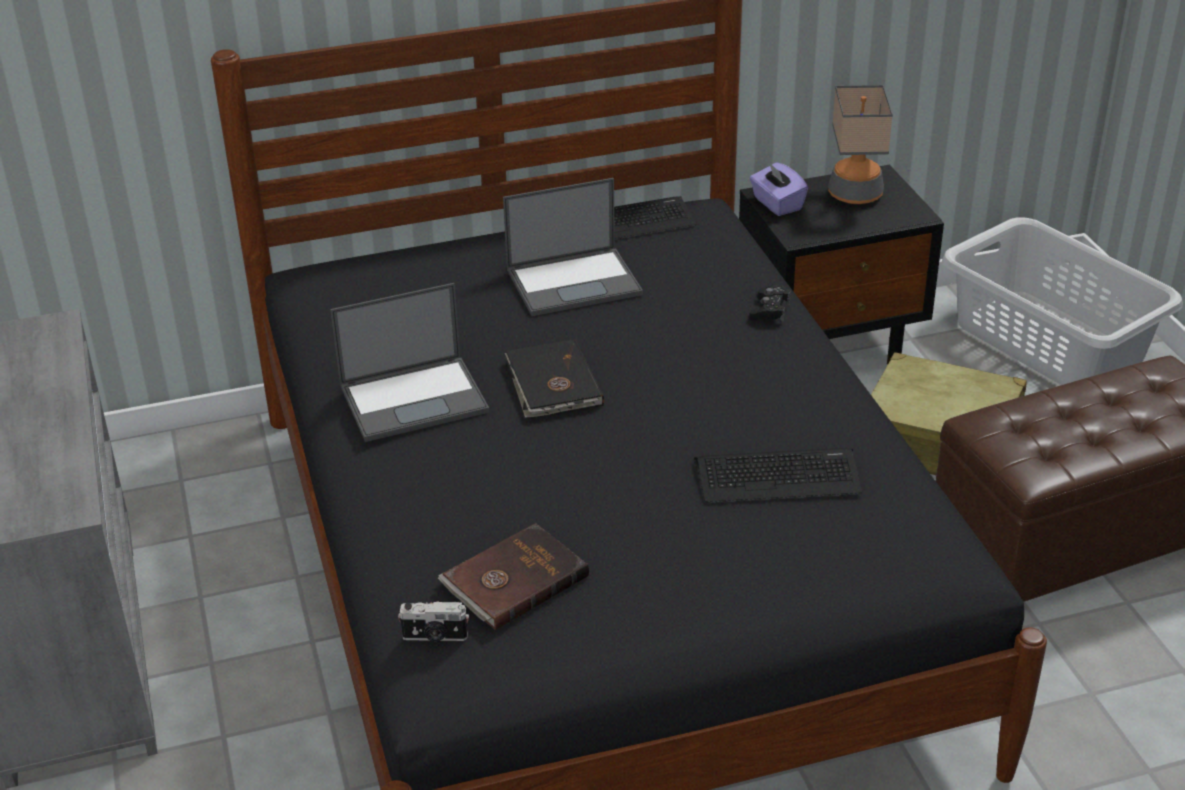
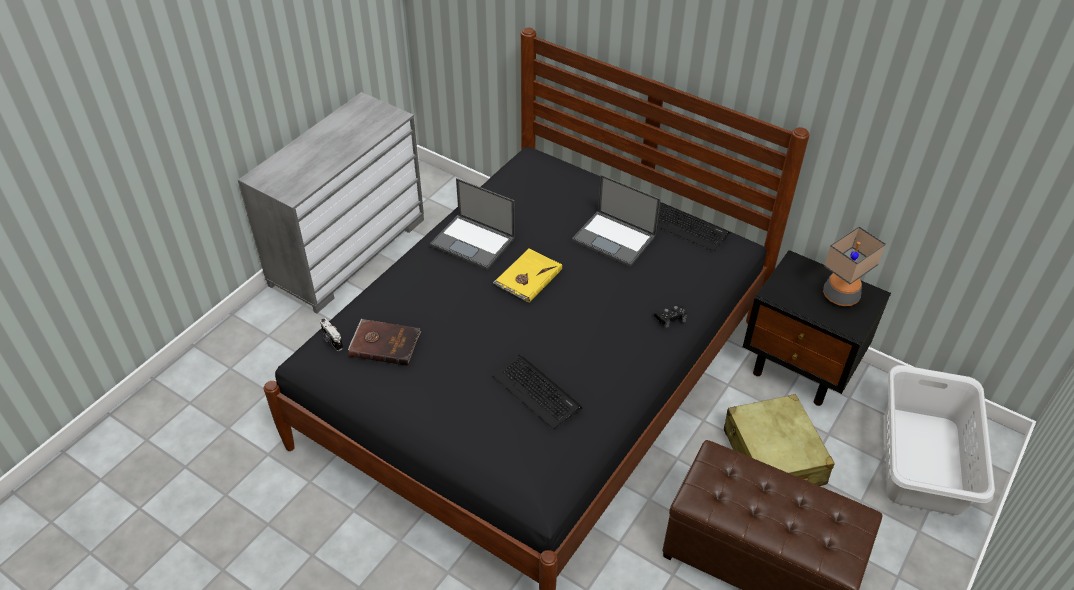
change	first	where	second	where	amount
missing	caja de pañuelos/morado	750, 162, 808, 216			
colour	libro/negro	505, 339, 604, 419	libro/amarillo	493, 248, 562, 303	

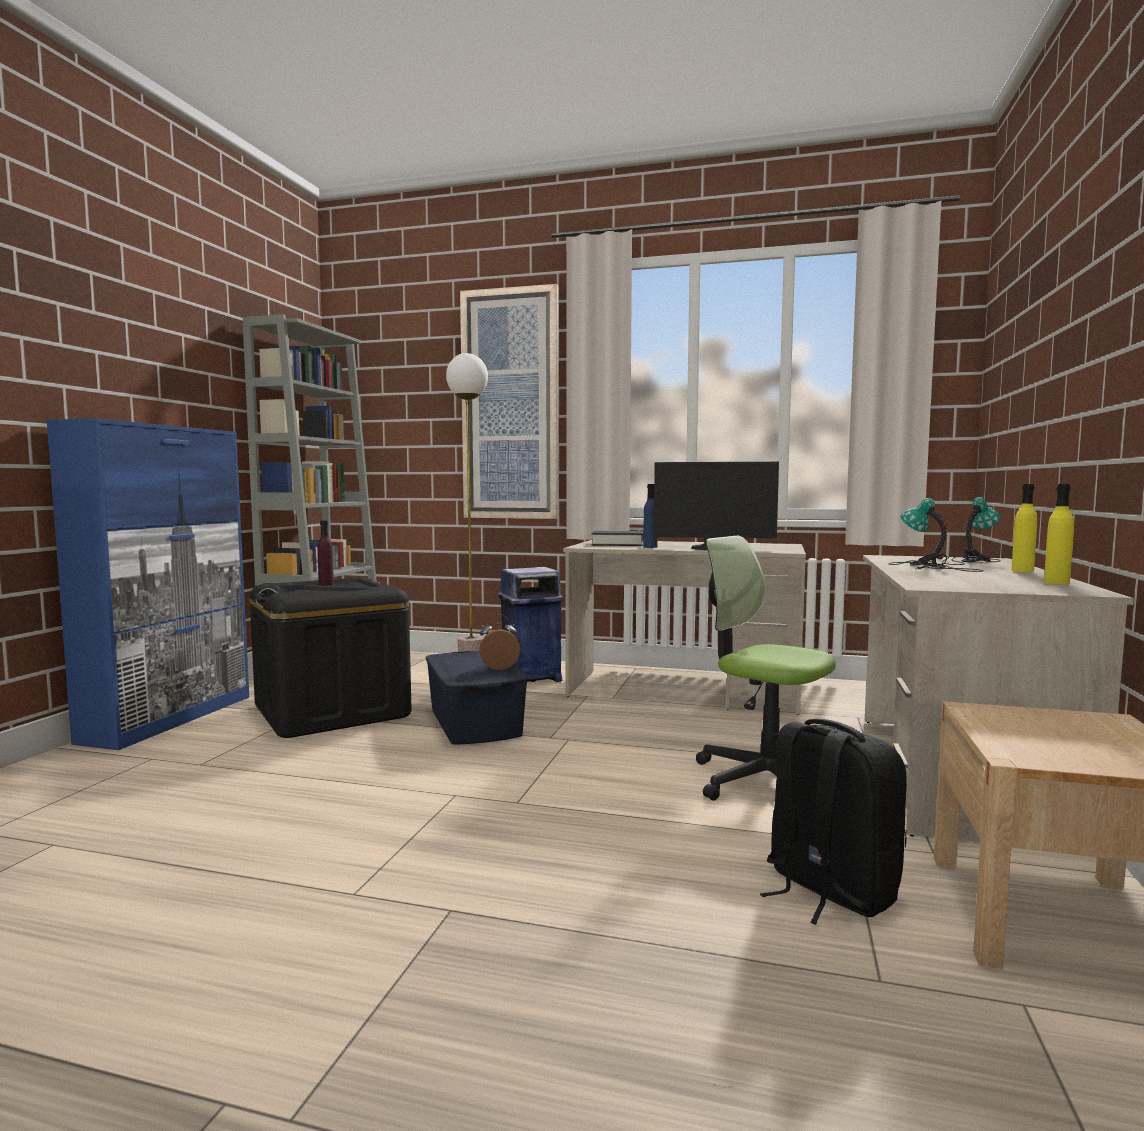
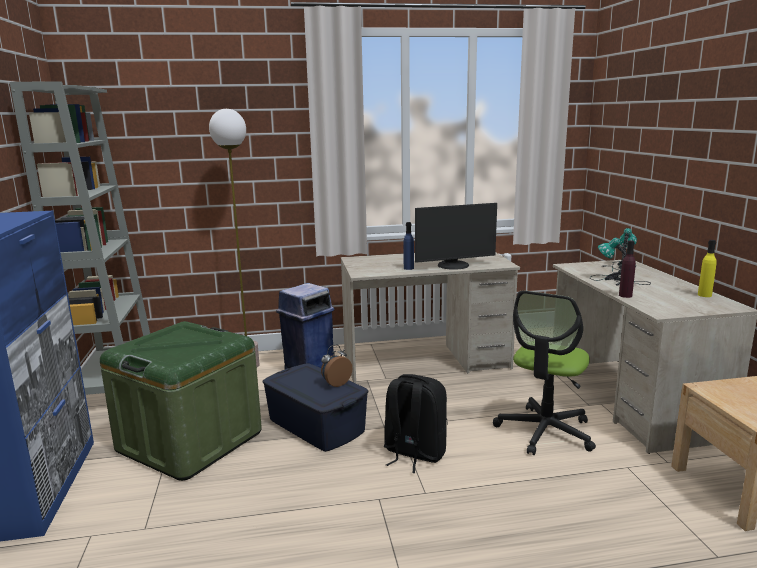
change	first	where	second	where	amount
missing	cuadro	460, 284, 559, 519			
missing	botella/amarillo	1011, 484, 1037, 572			
relocated	botella/morado	317, 520, 334, 586		619, 240, 636, 298	
missing	libro/negro	592, 531, 643, 546			
spun	silla de oficina	696, 536, 836, 801		493, 290, 596, 455	75 degrees counterclockwise
colour	caja de almacenaje/negro	250, 577, 412, 738	caja de almacenaje/verde	100, 321, 262, 481	
relocated	mochila/negro	760, 719, 907, 925		384, 374, 447, 473	

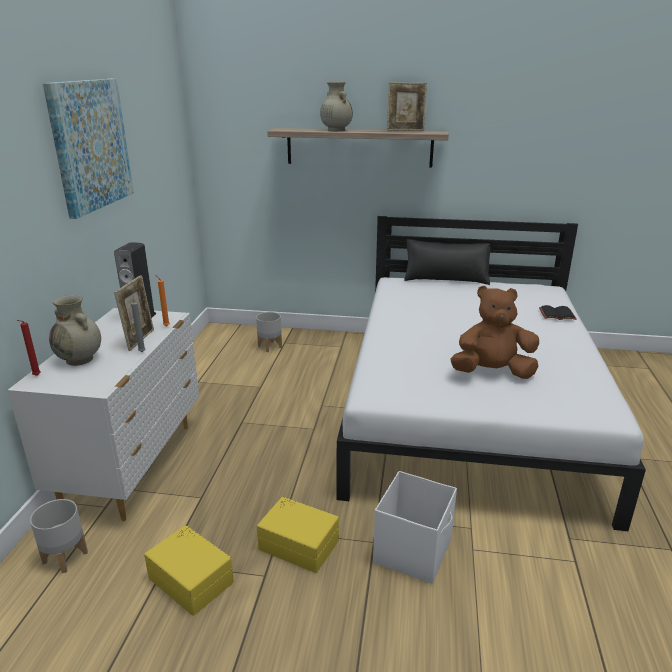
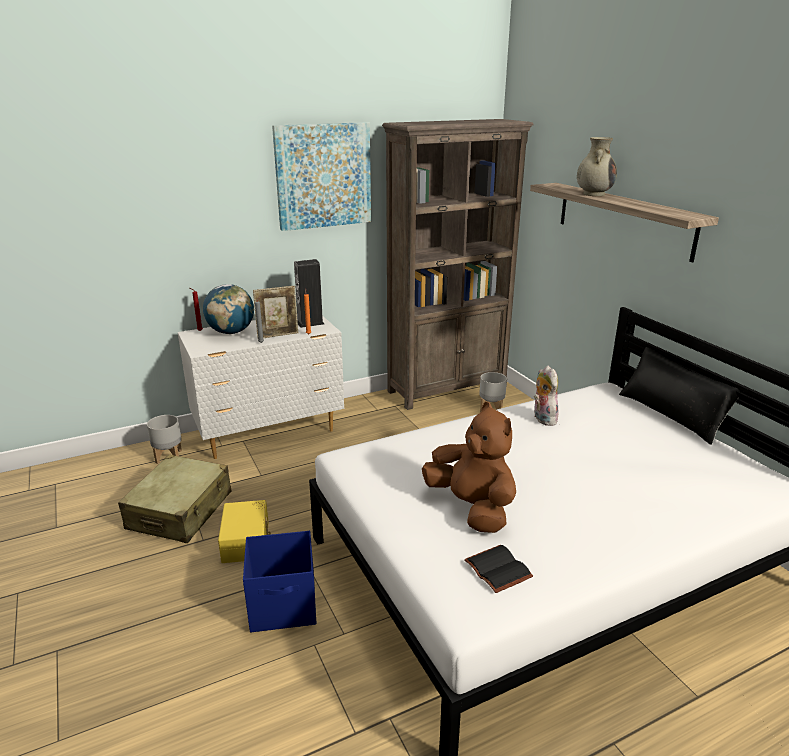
change	first	where	second	where	amount
missing	portarretratos	387, 82, 427, 131			
exchanged	florero/beis	49, 295, 101, 366	globo terráqueo	203, 284, 254, 334	
relocated	libro/negro	539, 305, 577, 320		464, 545, 533, 593	
colour	caja de almacenaje/blanco	373, 471, 457, 584	caja de almacenaje/azul	243, 531, 316, 632	
exchanged	caja de almacenaje/amarillo	144, 525, 234, 616	maleta/beis	118, 455, 231, 543	
appeared			estantería/marrón	382, 119, 534, 410	
appeared			peluche	534, 365, 558, 426	

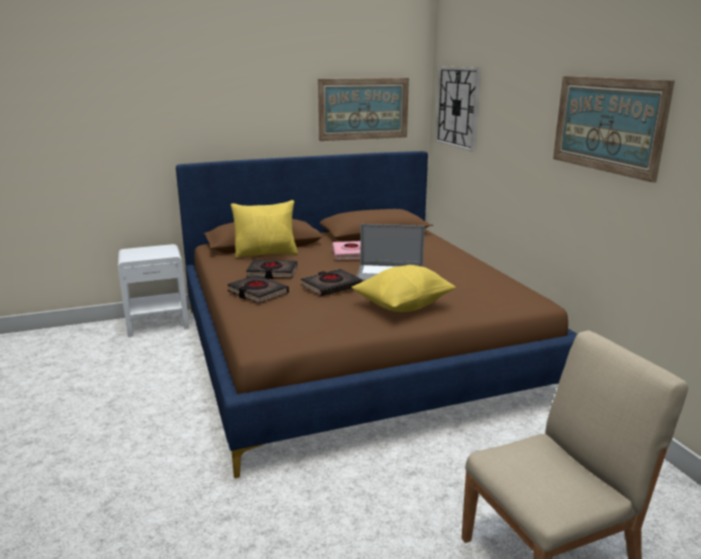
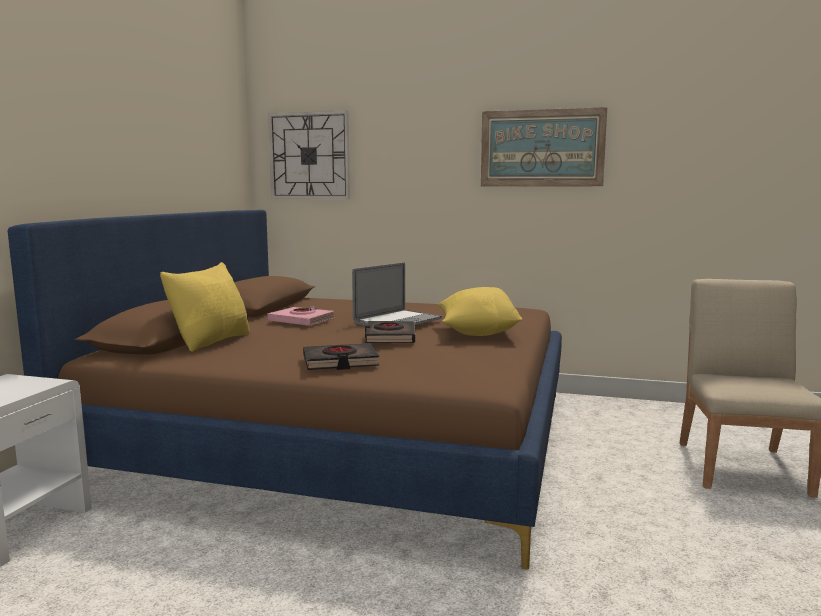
change	first	where	second	where	amount
missing	cuadro	318, 78, 409, 141			
missing	libro/negro	246, 260, 297, 279			

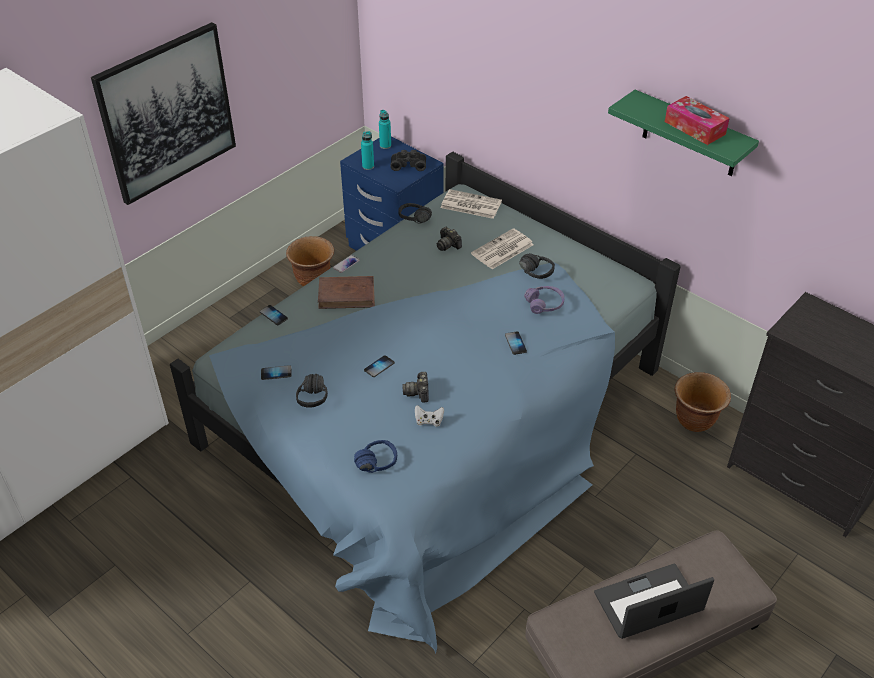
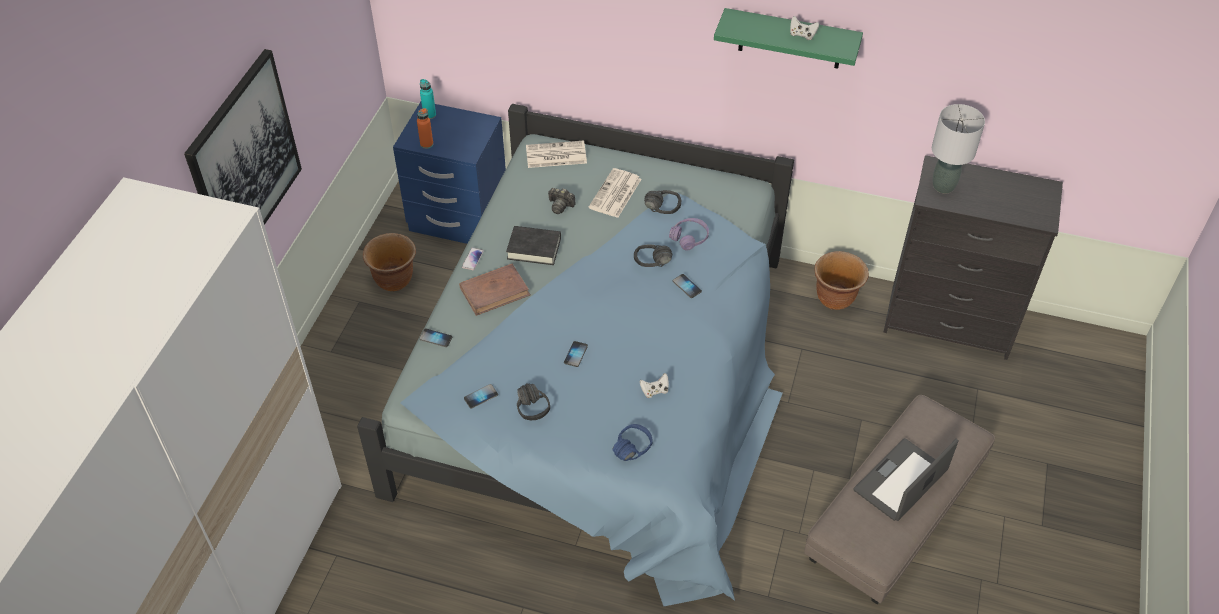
change	first	where	second	where	amount
exchanged	caja de pañuelos	665, 96, 730, 145	mando de consola/blanco	790, 16, 819, 40	
colour	botella/turquesa	361, 131, 374, 170	botella/naranja	417, 108, 433, 149	
missing	prismáticos/negro	390, 150, 426, 171			
relocated	auriculares/negro	398, 203, 432, 223		634, 244, 672, 267	
missing	cámara	402, 372, 429, 403			
appeared			lámpara de mesa/gris	932, 104, 985, 194	
appeared			libro/negro	506, 226, 561, 265	

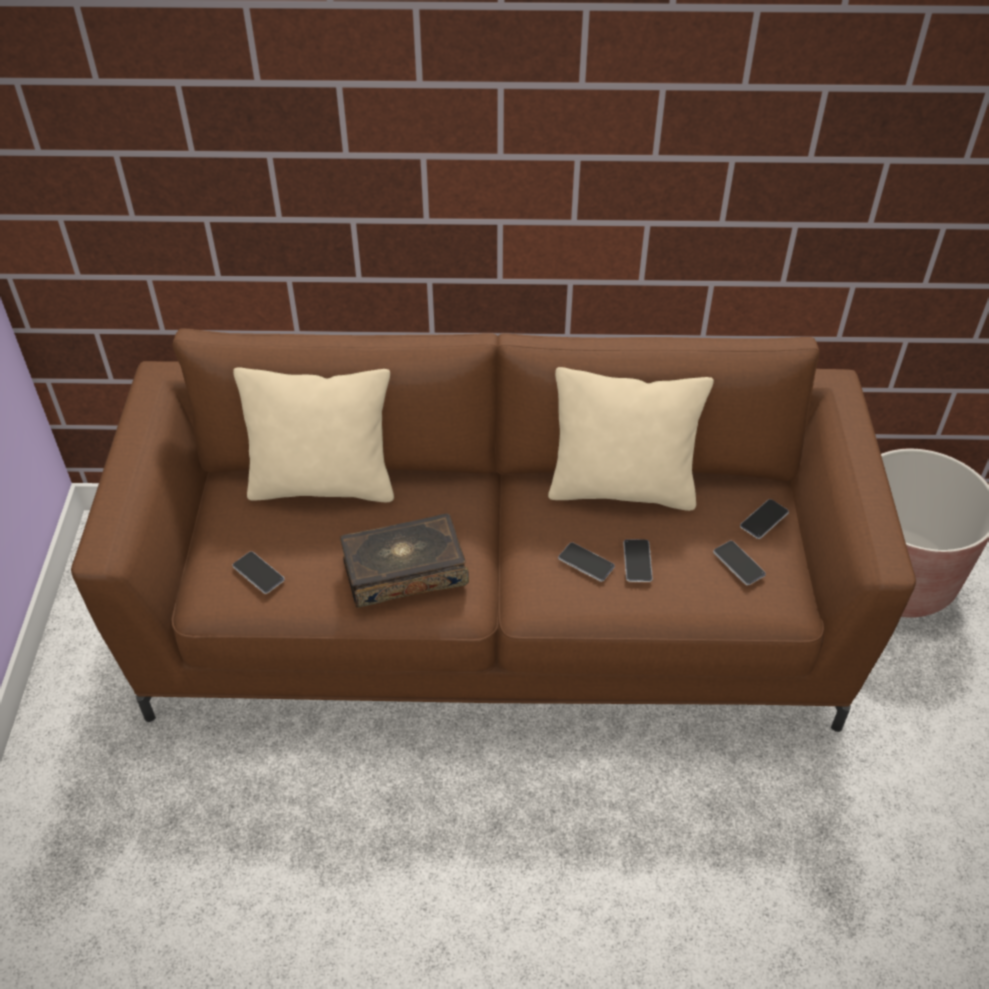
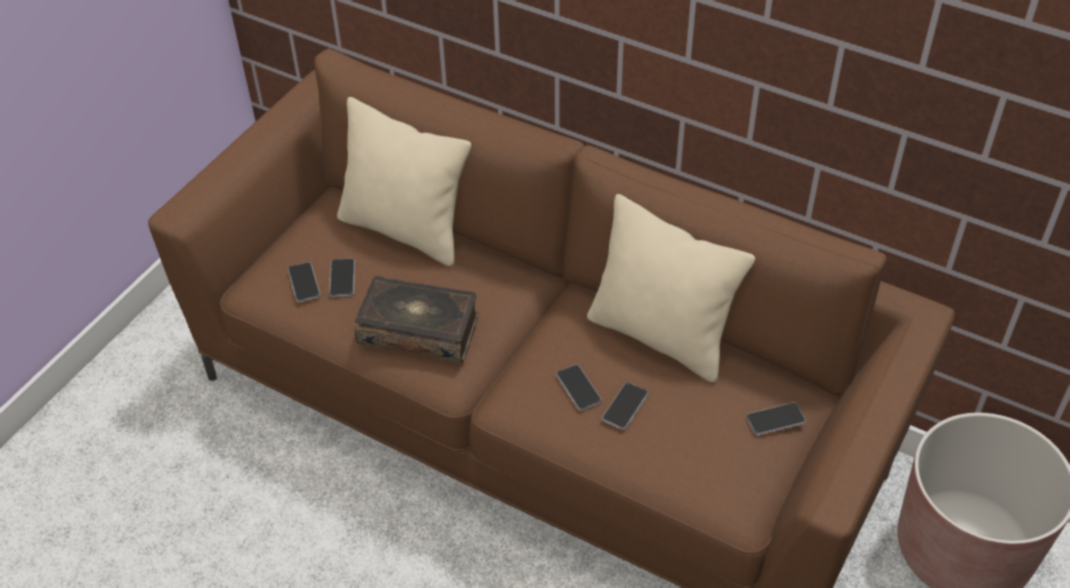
change	first	where	second	where	amount
relocated	móvil	713, 541, 766, 585		329, 259, 355, 297	

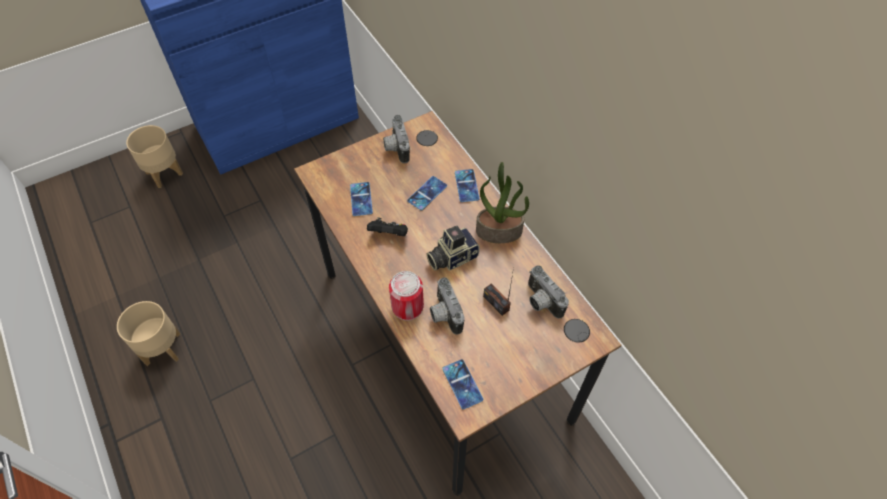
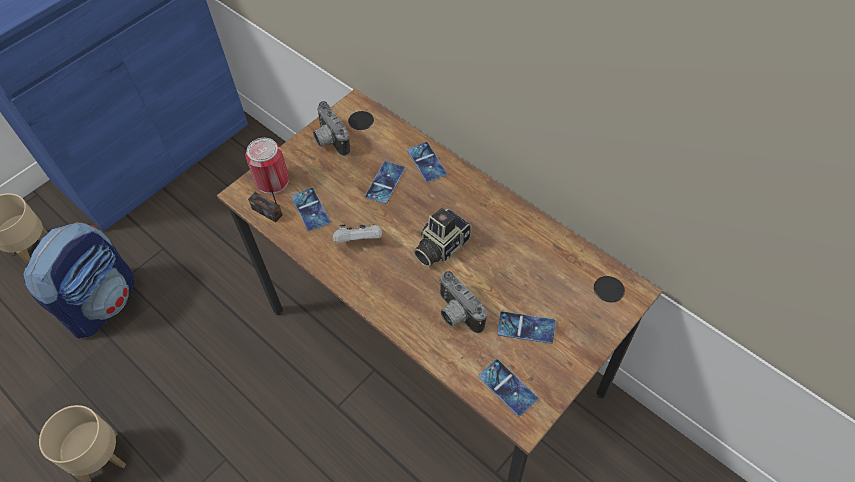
change	first	where	second	where	amount
missing	planta en maceta	476, 162, 529, 243			
colour	mando de consola/negro	367, 217, 408, 236	mando de consola/blanco	333, 224, 382, 243	
missing	cámara	528, 265, 569, 319			
relocated	radio	483, 268, 514, 316		248, 162, 282, 222	
relocated	lata	389, 271, 424, 321		246, 138, 289, 194	
appeared			mochila	23, 222, 135, 339	
appeared			móvil	497, 311, 556, 344	

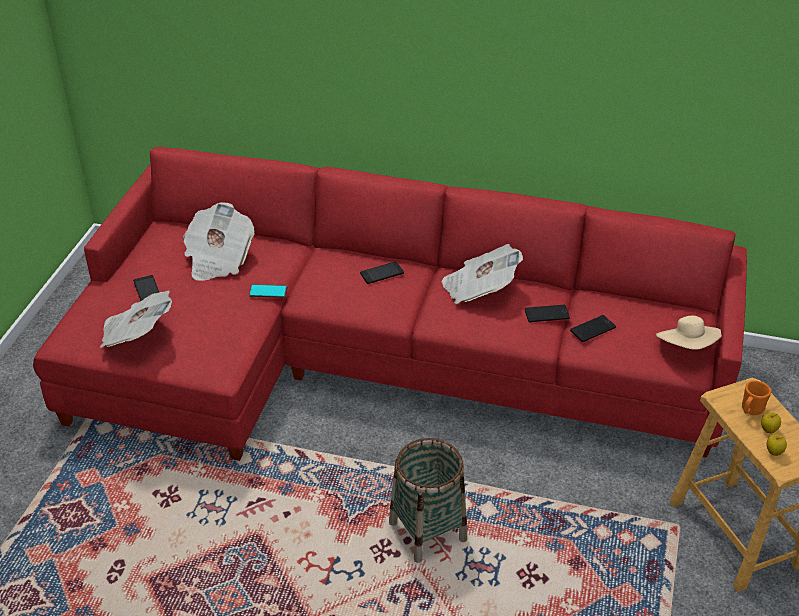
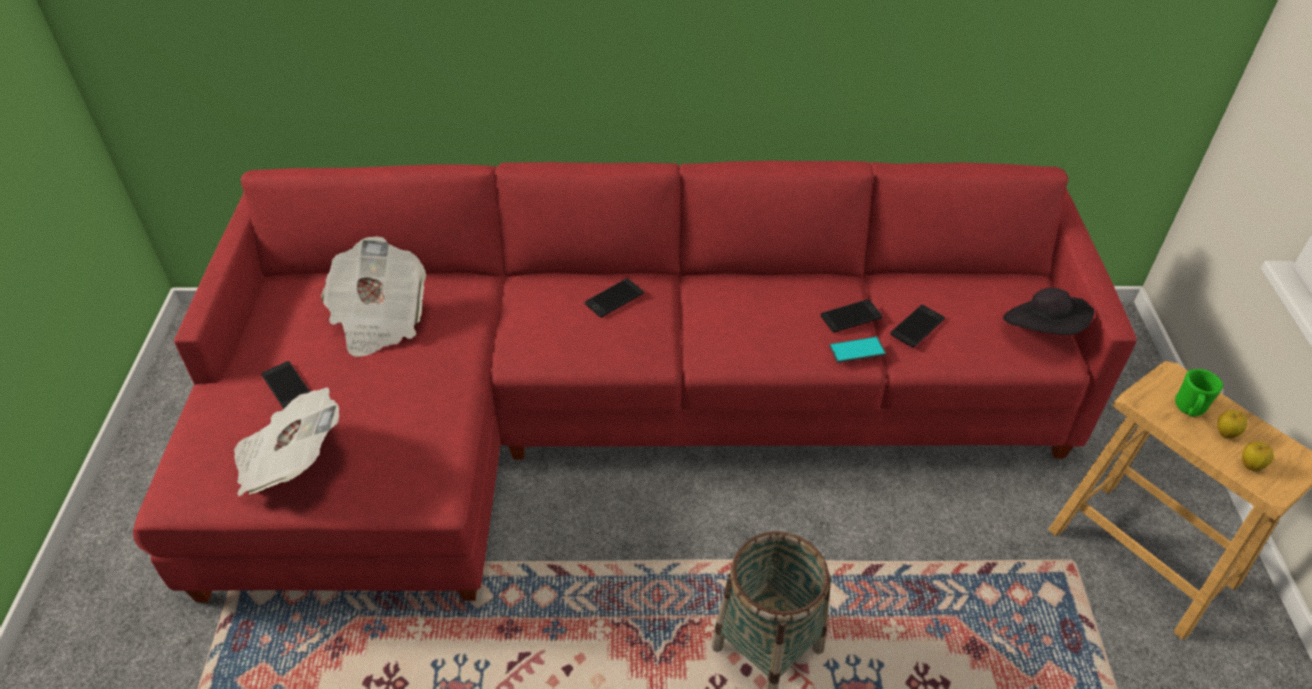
change	first	where	second	where	amount
missing	periódico	442, 244, 523, 304			
relocated	móvil	249, 284, 287, 298		829, 336, 886, 363	
colour	sombrero/beis	656, 315, 722, 350	sombrero/negro	1003, 287, 1094, 335	
colour	taza grande/naranja	742, 380, 772, 415	taza grande/verde	1175, 369, 1223, 417	

